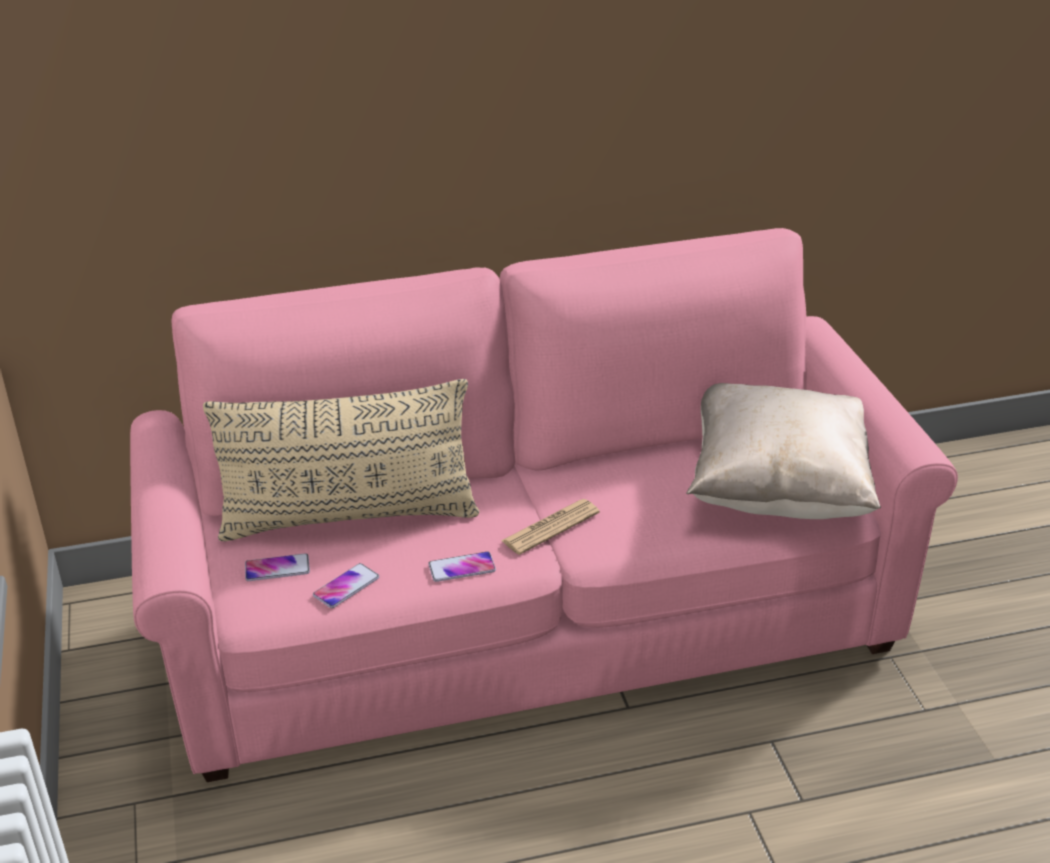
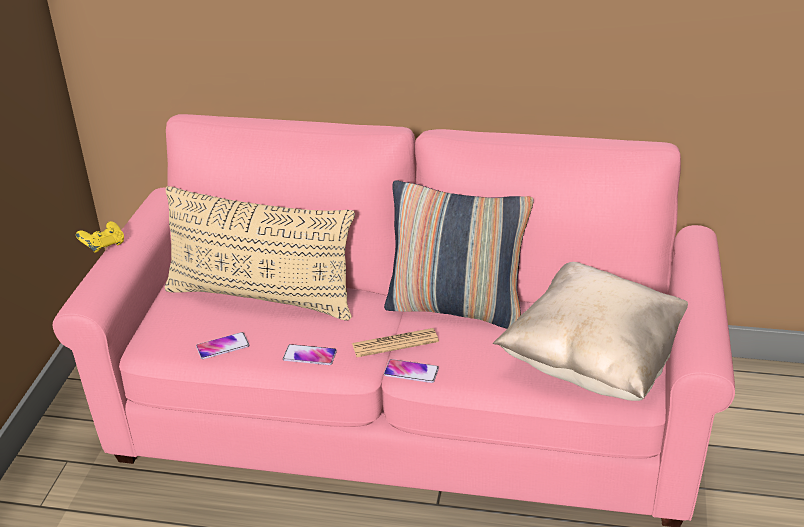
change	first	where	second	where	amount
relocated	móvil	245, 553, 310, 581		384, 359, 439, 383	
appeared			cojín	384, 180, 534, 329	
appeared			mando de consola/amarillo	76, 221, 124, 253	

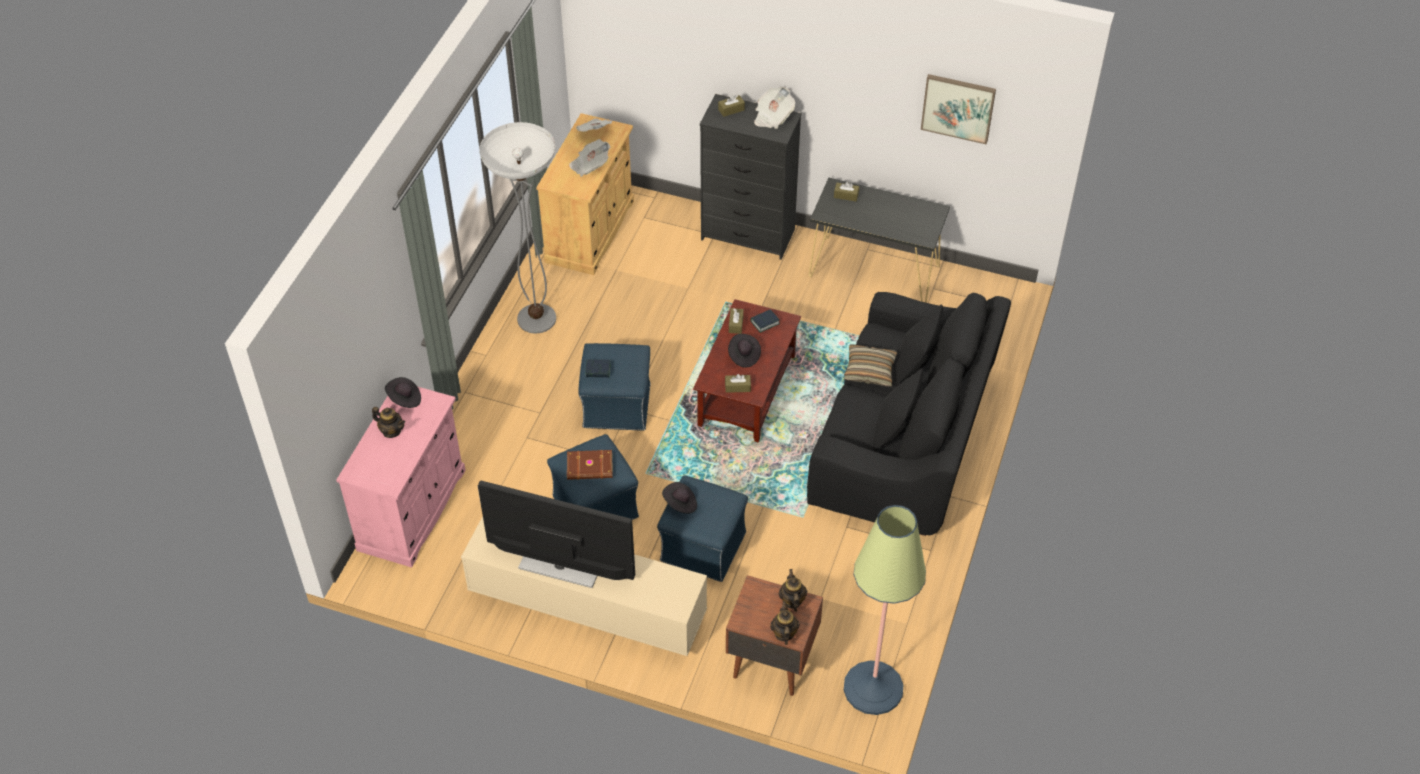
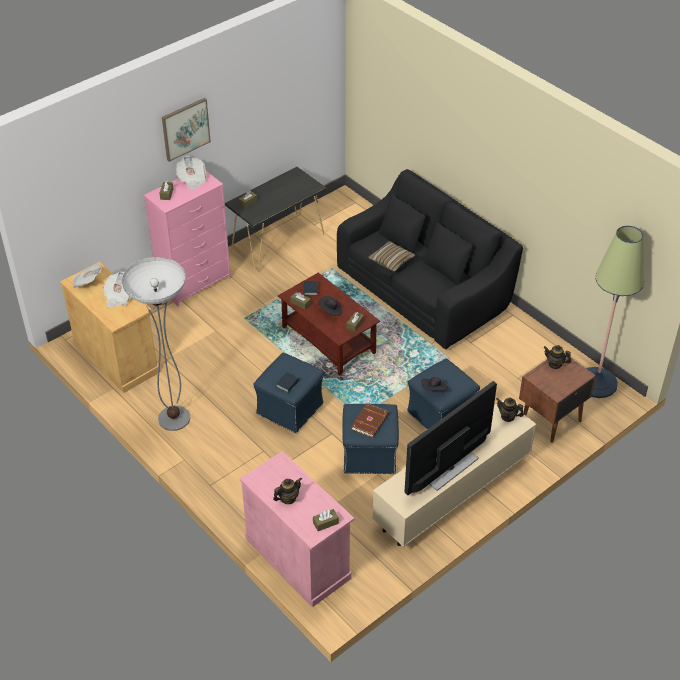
change	first	where	second	where	amount
relocated	cuadro	921, 74, 996, 144		162, 98, 211, 162	
colour	cómoda/negro	700, 94, 802, 260	cómoda/rosa	144, 171, 231, 306	
missing	sombrero/negro	385, 377, 421, 408			
relocated	tetera	770, 601, 800, 645		496, 397, 524, 422	
appeared			caja de pañuelos/marrón	313, 509, 339, 531	

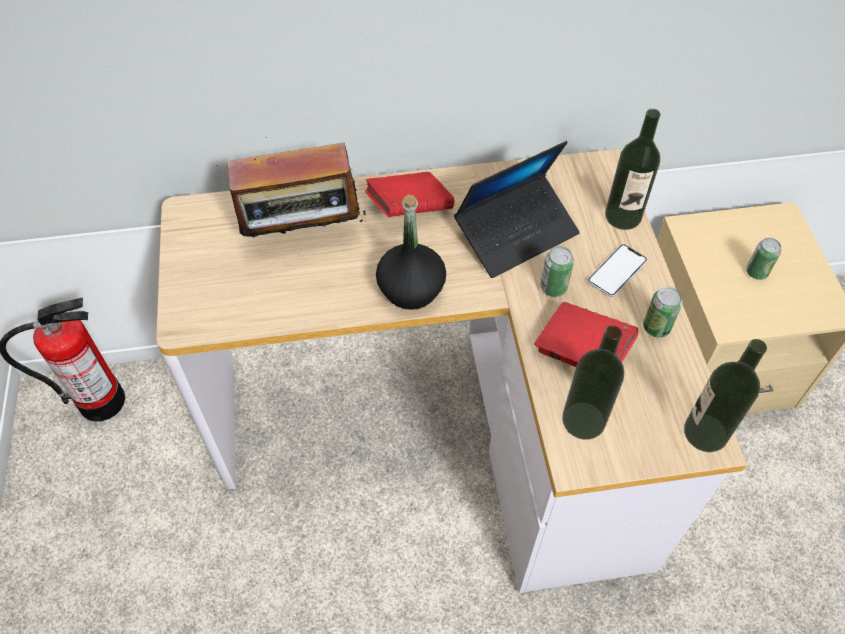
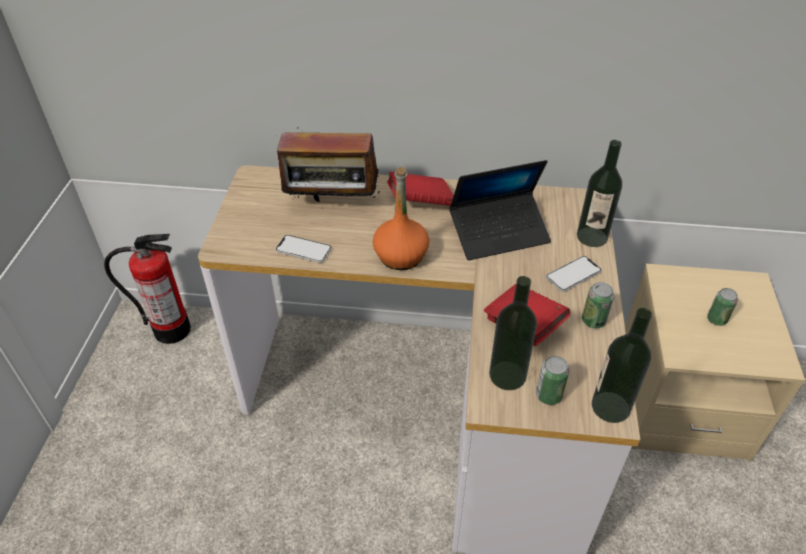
change	first	where	second	where	amount
colour	botella/negro	376, 194, 446, 310	botella/naranja	373, 167, 429, 270	
relocated	lata	540, 246, 574, 297		536, 356, 569, 405	
appeared			móvil	275, 235, 332, 263	

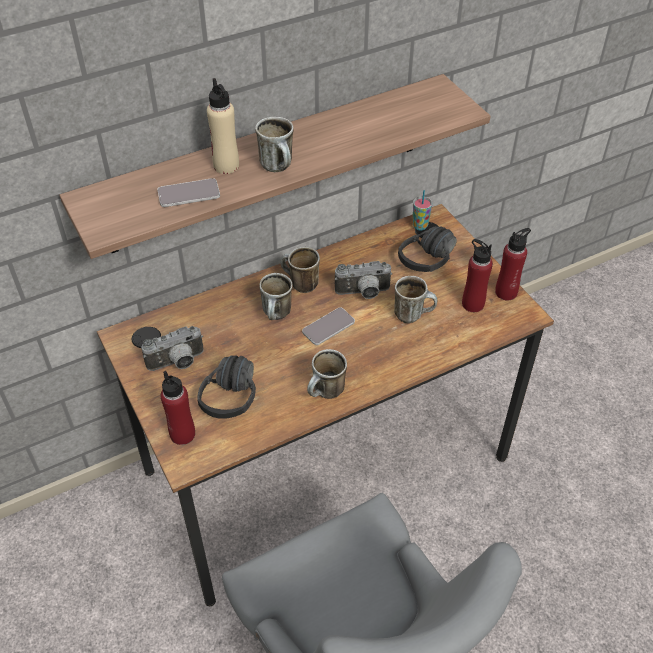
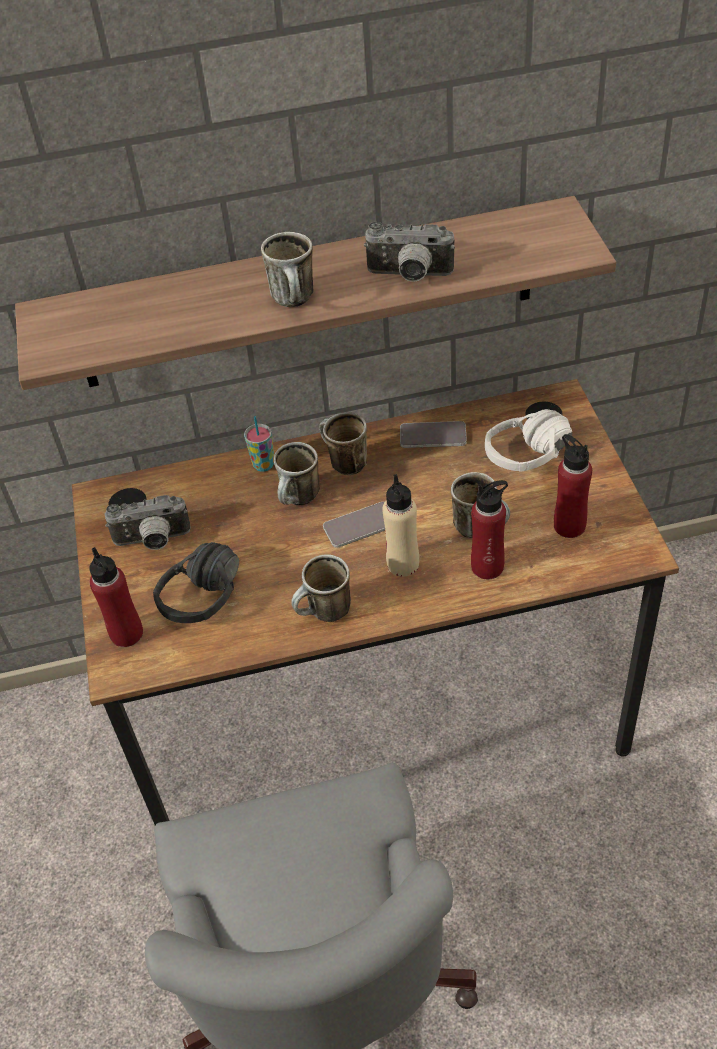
change	first	where	second	where	amount
relocated	botella/beis	207, 78, 239, 174		382, 474, 419, 577	
relocated	móvil	157, 178, 220, 207		400, 421, 467, 448	
relocated	taza	413, 190, 432, 231		244, 416, 274, 472	
colour	auriculares/negro	398, 226, 457, 272	auriculares/blanco	485, 409, 572, 472	
relocated	botella/rojo	495, 228, 531, 300		471, 480, 508, 579	
relocated	cámara	335, 261, 392, 299		364, 222, 455, 282	

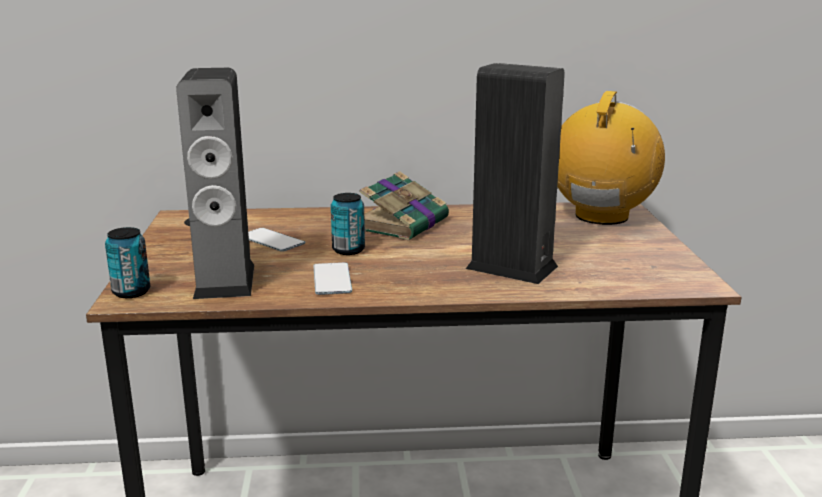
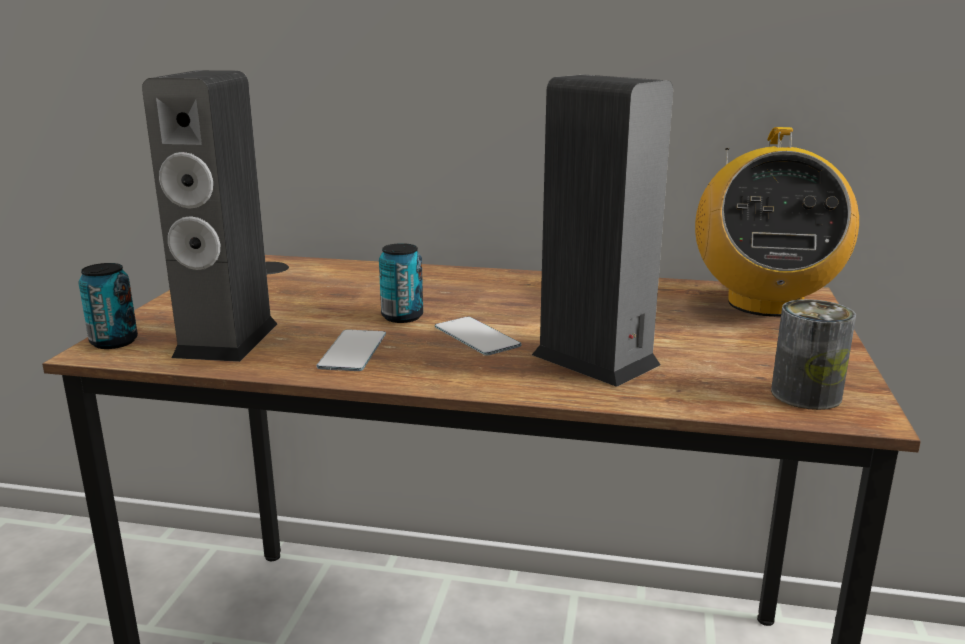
change	first	where	second	where	amount
spun	radio	557, 91, 665, 225		695, 127, 859, 317	150 degrees clockwise
missing	libro	359, 171, 449, 240			
relocated	móvil	248, 228, 305, 252		435, 317, 521, 355	
appeared			lata	771, 299, 856, 410	

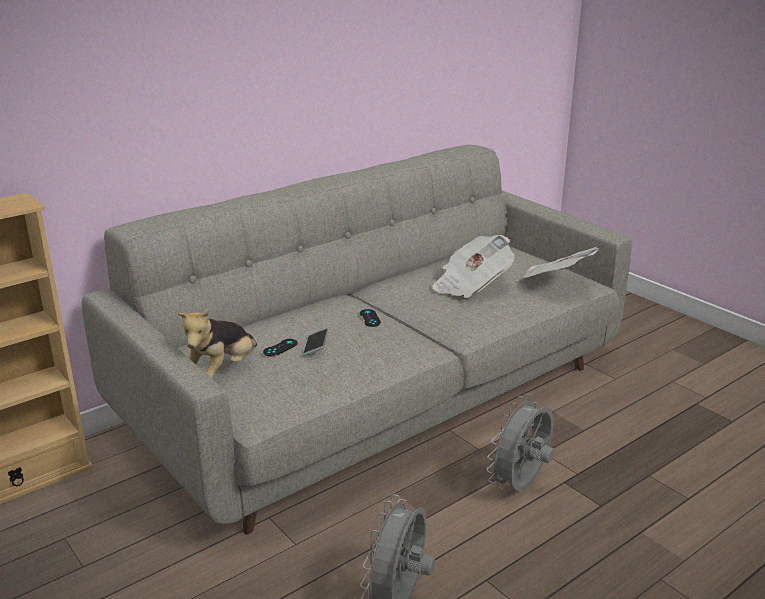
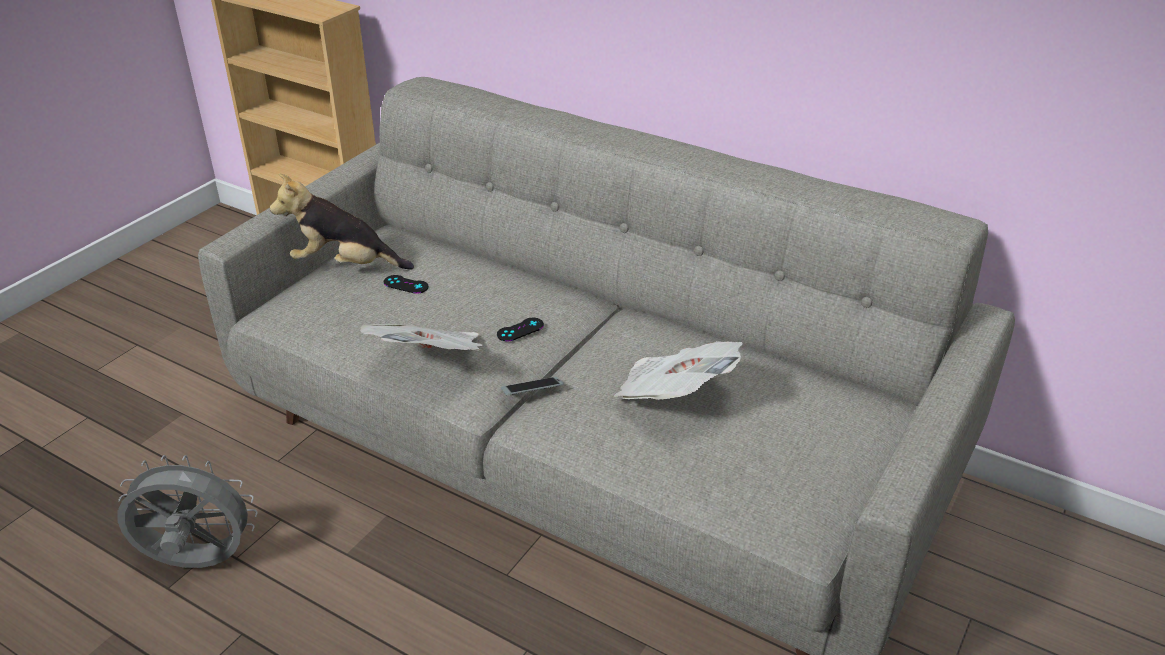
change	first	where	second	where	amount
relocated	periódico	521, 246, 599, 279		360, 324, 482, 351	
relocated	móvil	303, 328, 328, 356		501, 377, 564, 395	
missing	ventilador/gris	487, 394, 554, 491			

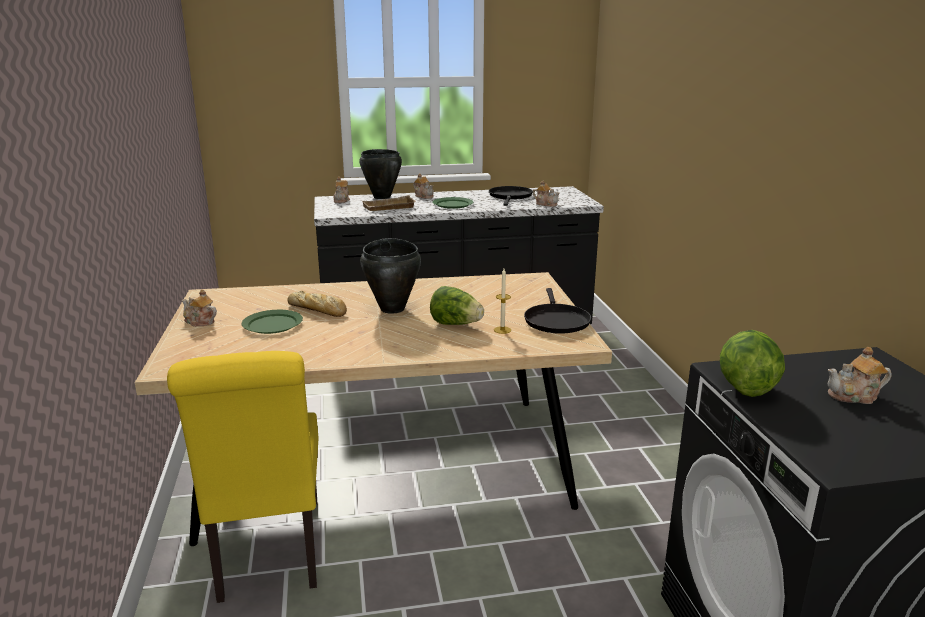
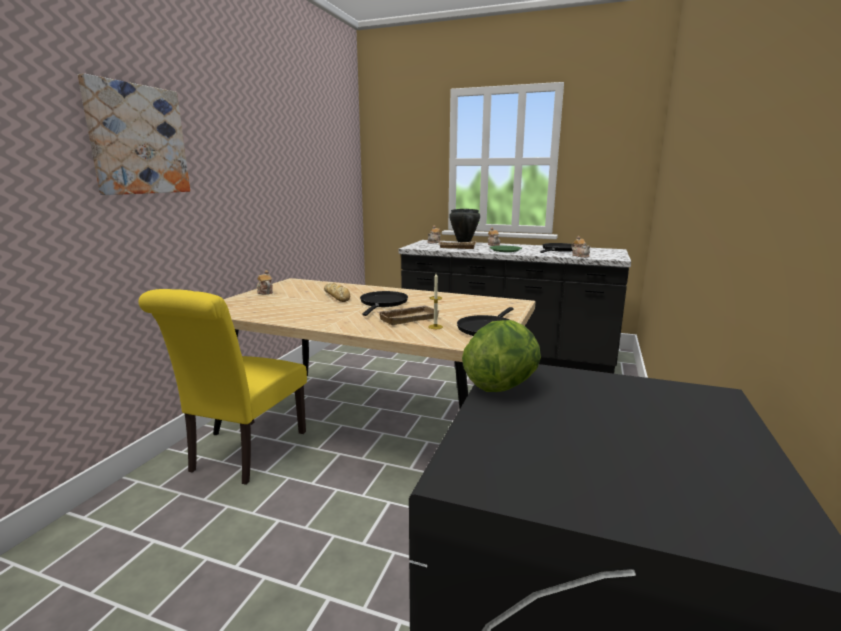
change	first	where	second	where	amount
exchanged	olla/negro	360, 238, 421, 314	sartén/negro	360, 291, 408, 316	
exchanged	lechuga	430, 286, 484, 325	bandeja/beis	378, 305, 440, 325	
missing	plato/verde	242, 310, 303, 334			
missing	tetera	828, 347, 892, 404			
appeared			cuadro	78, 73, 190, 195	

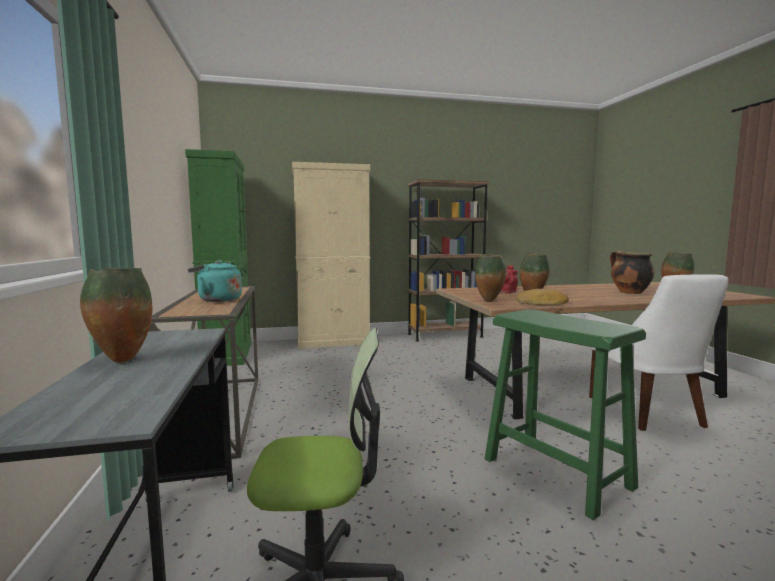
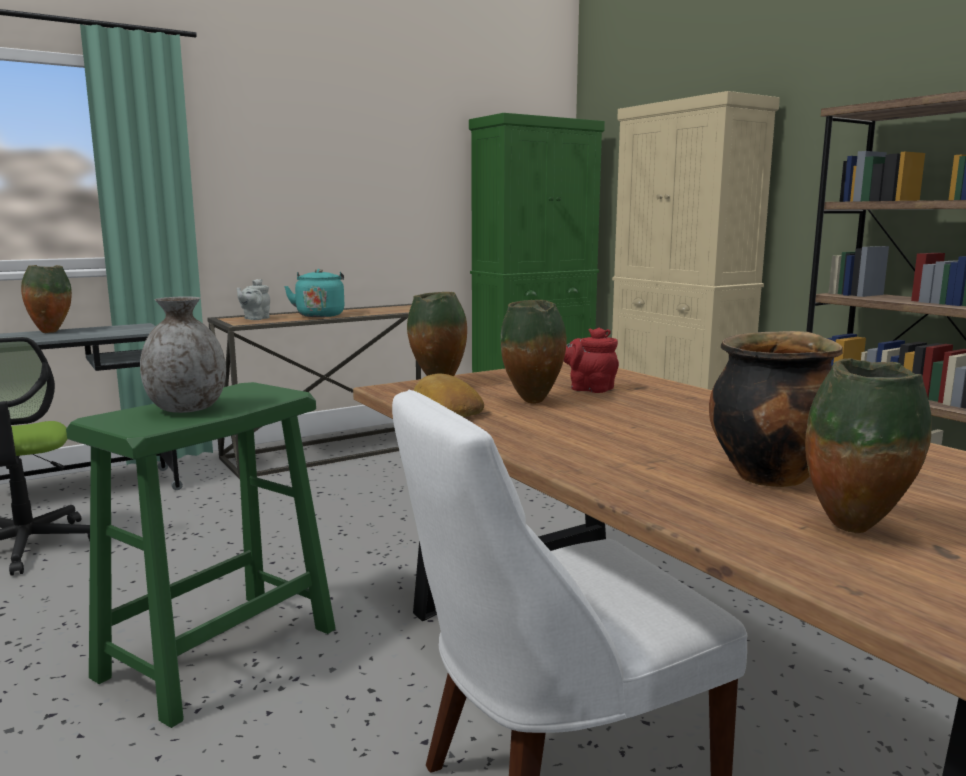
change	first	where	second	where	amount
appeared			tetera/gris	237, 279, 270, 320	
appeared			florero/gris	140, 296, 226, 413	

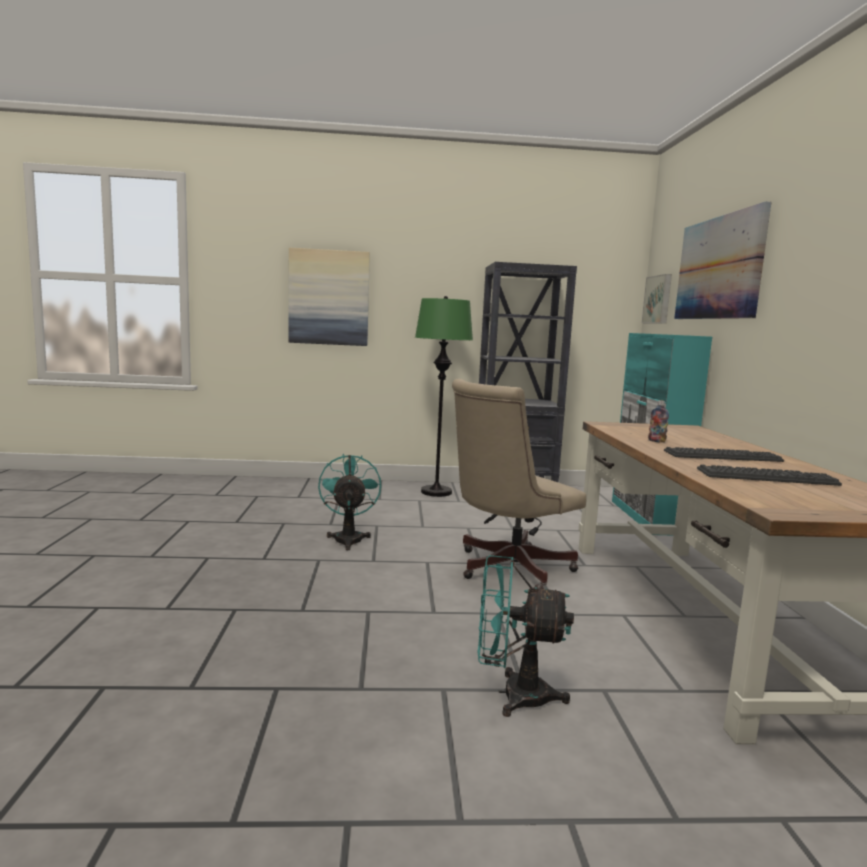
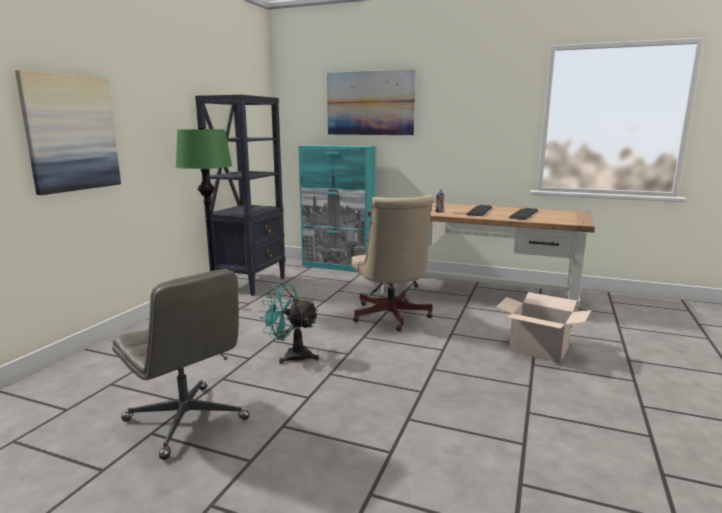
change	first	where	second	where	amount
missing	cuadro	642, 274, 672, 324			
exchanged	ventilador/turquesa	478, 555, 574, 717	caja de cartón	495, 292, 591, 363	
appeared			silla de oficina/gris	112, 269, 250, 460	

